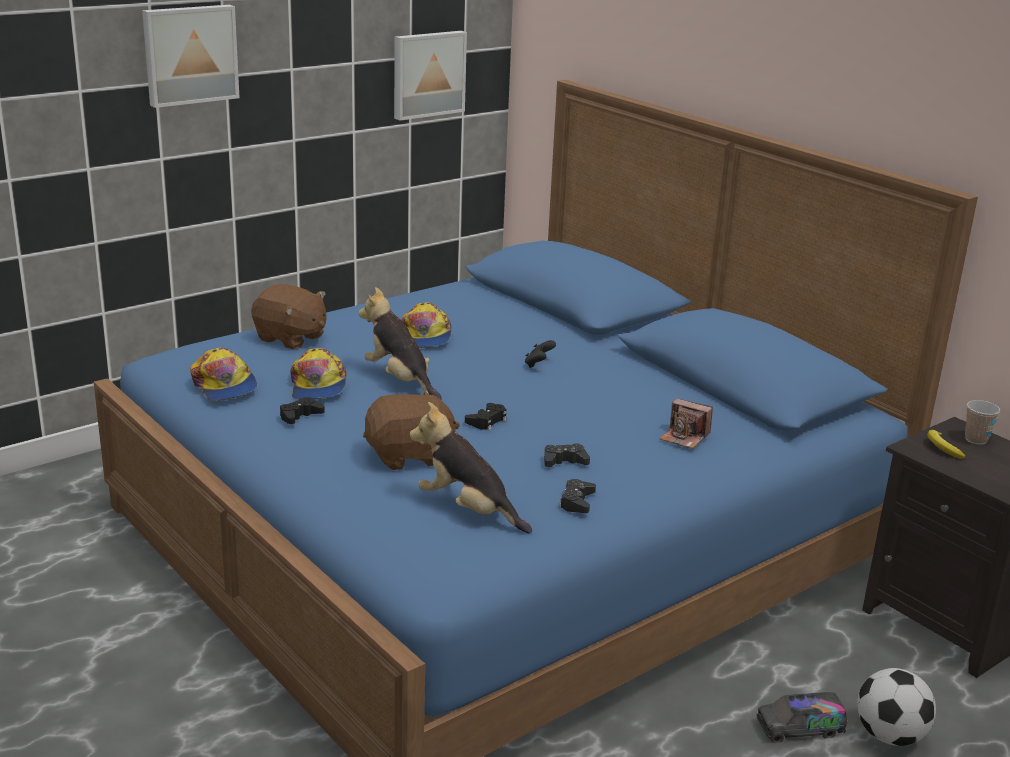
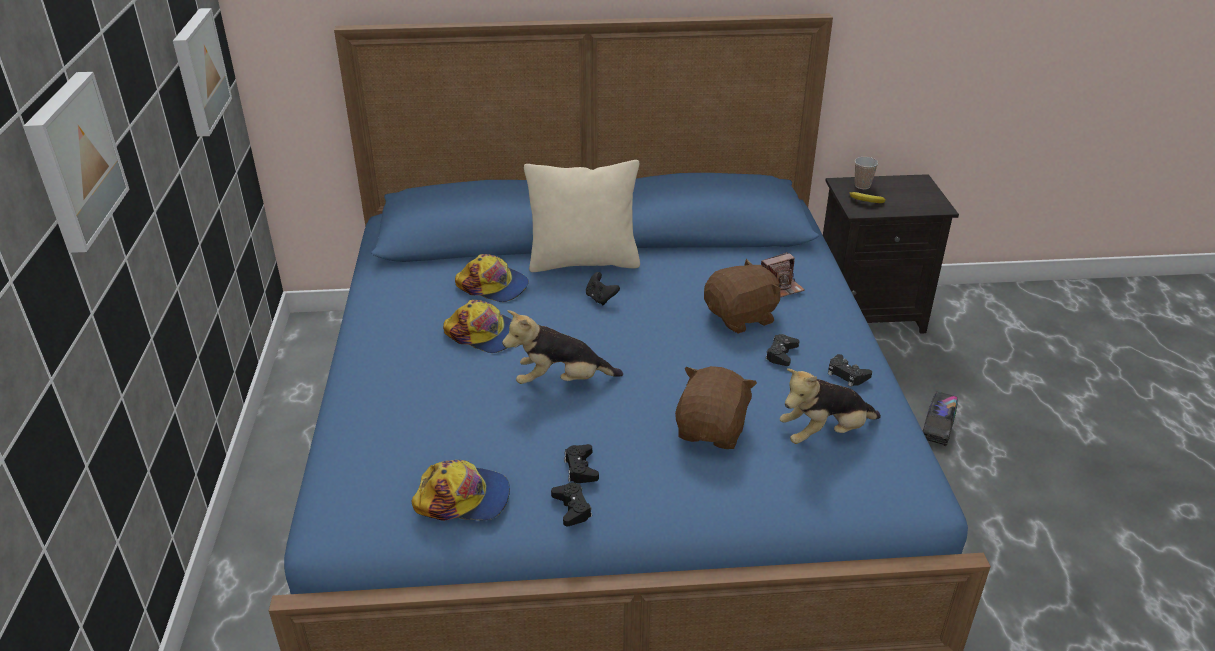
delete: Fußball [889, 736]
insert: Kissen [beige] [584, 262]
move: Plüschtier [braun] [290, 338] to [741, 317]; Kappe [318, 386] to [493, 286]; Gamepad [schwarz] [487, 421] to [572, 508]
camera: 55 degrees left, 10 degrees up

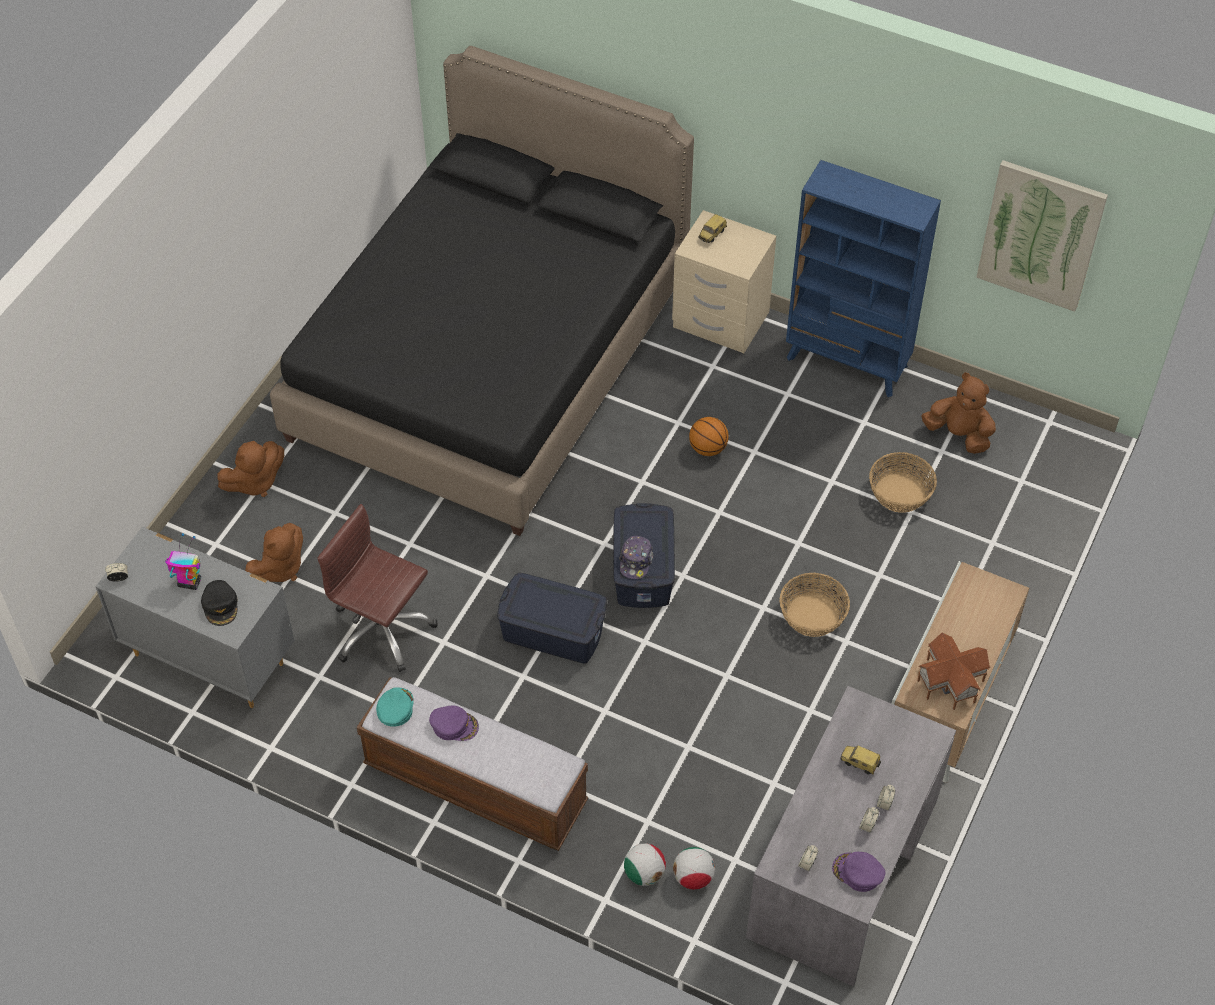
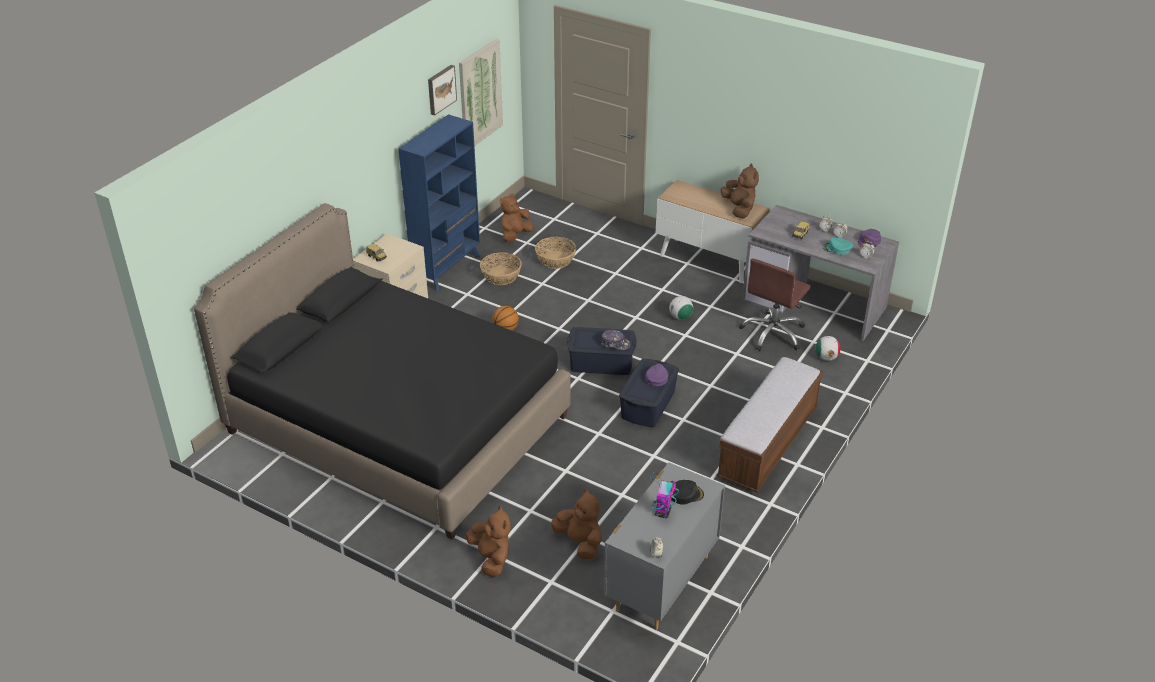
insert: Bild [440, 89]
move: Bürostuhl [braun] [382, 630] to [773, 333]; Kappe [türkis] [395, 708] to [837, 249]; Kappe [lila] [454, 725] to [656, 377]; Fußball [644, 874] to [680, 317]; Korb [812, 614] to [501, 276]
replace: Spielzeughaus [950, 682] to Plüschtier [braun] [739, 209]
camera: 85 degrees left, 15 degrees down

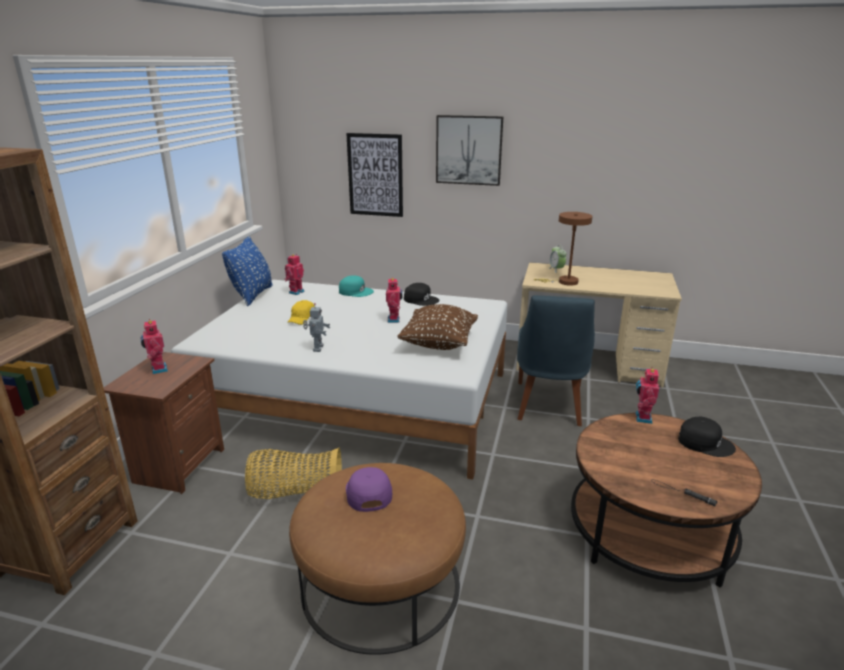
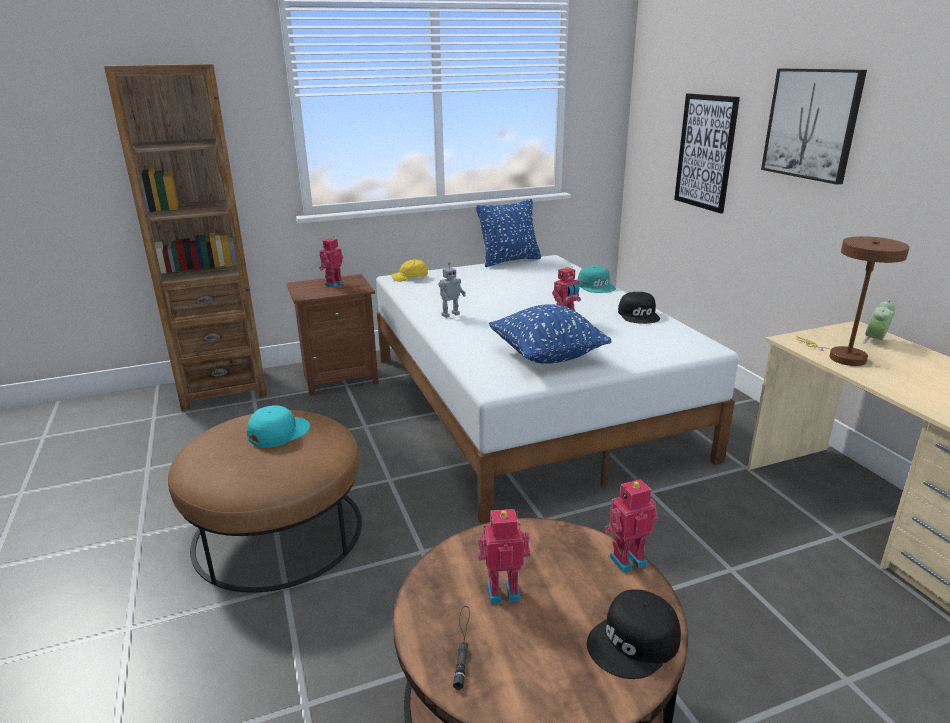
delete: Korb [295, 493]; Stuhl [blau] [548, 405]
move: Spielzeugroboter [295, 292] to [503, 590]; Kappe [gelb] [302, 318] to [410, 278]
recolor: Kappe [lila] [367, 492] to Kappe [türkis] [278, 432]; Kissen [braun] [439, 344] to Kissen [blau] [547, 356]
rotate: Kappe [schwarz] [705, 442] = [635, 642] 60 degrees clockwise
camera: 55 degrees right, 0 degrees up

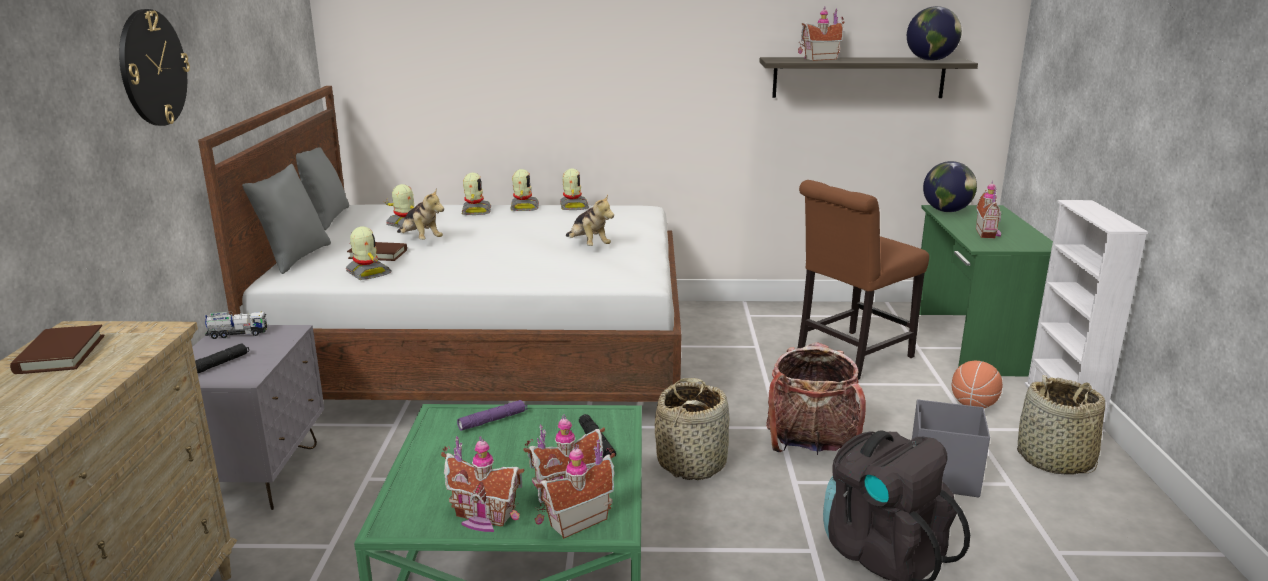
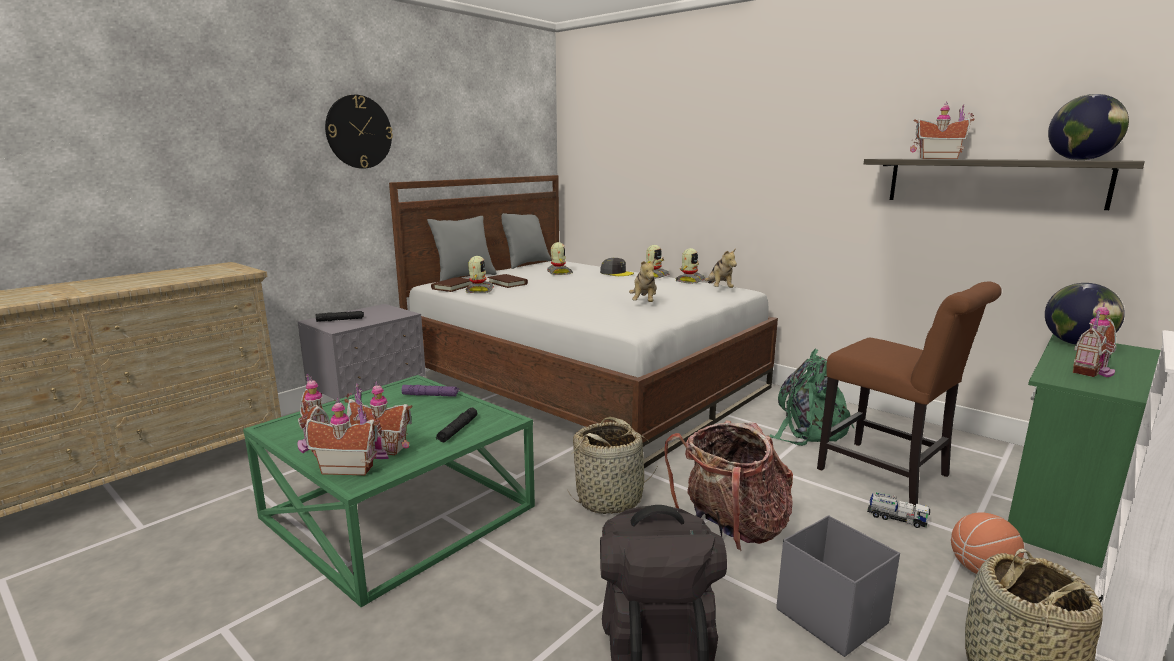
insert: Rucksack [grün] [808, 430]
move: Buch [braun] [60, 354] to [453, 287]; Spielzeuglaster [237, 334] to [896, 519]; Plüschtier [420, 240] to [719, 289]
replace: Spielzeugroboter [475, 211] to Kappe [grau] [616, 273]
rotate: Stuhl [braun] [850, 357] = [889, 475] 135 degrees counterclockwise
camera: 40 degrees right, 5 degrees down

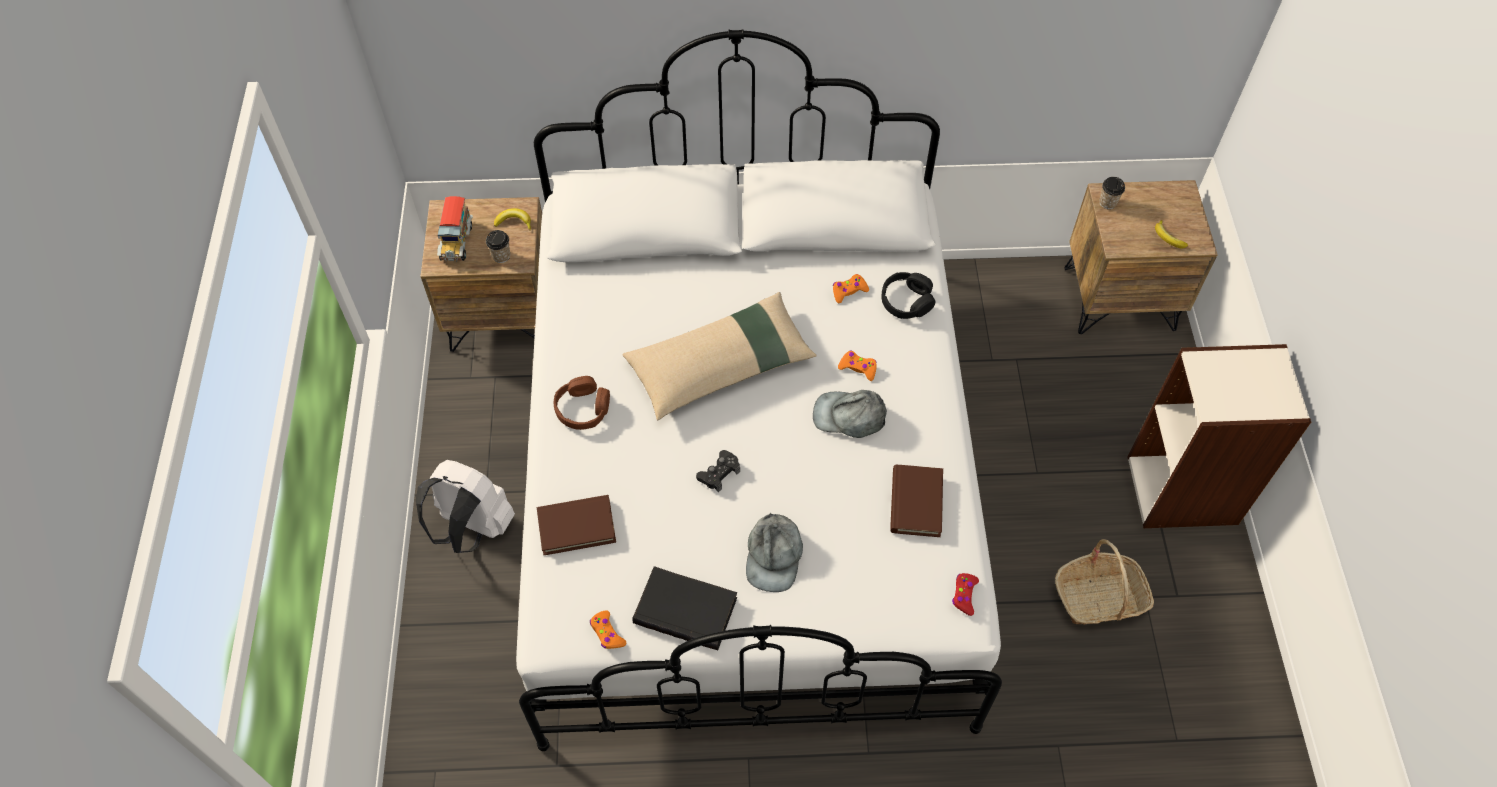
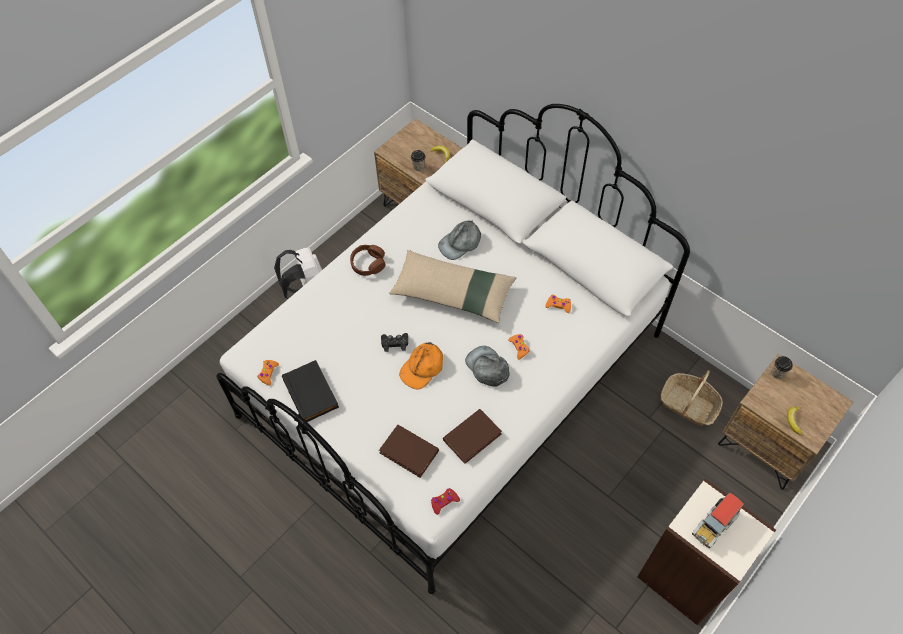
delete: Kopfhörer [schwarz] [906, 301]
insert: Kappe [orange] [422, 367]
move: Spielzeuglaster [456, 242] to [713, 525]; Buch [braun] [576, 526] to [409, 452]; Kappe [grau] [773, 555] to [460, 243]; Korb [1099, 597] to [688, 404]
camera: 45 degrees right, 0 degrees up

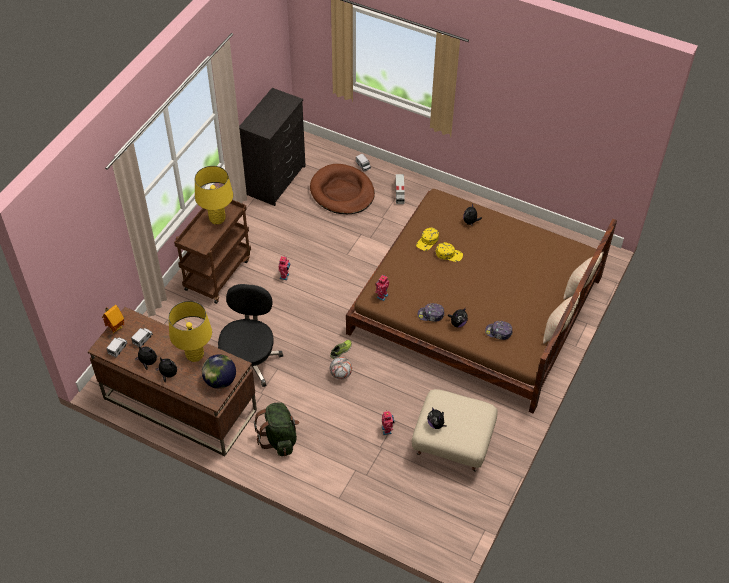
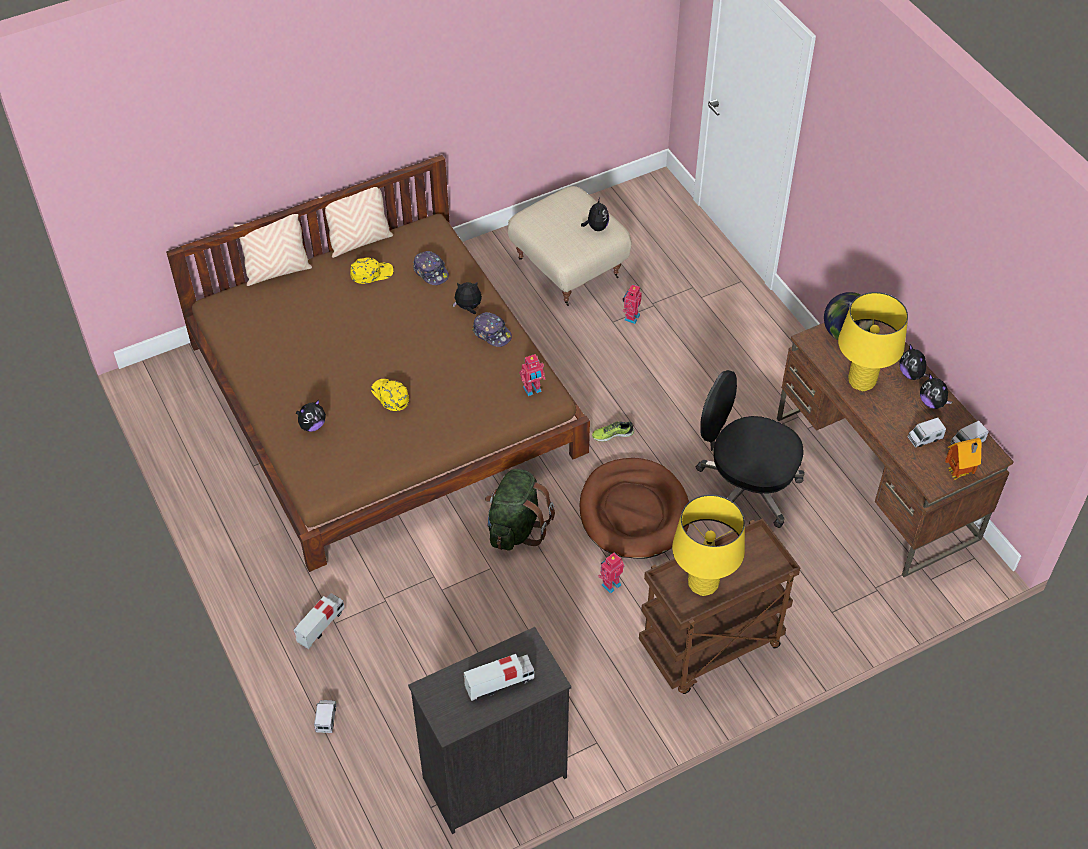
delete: Fußball [341, 374]
insert: Spielzeuglaster [500, 683]
move: Rucksack [grün] [279, 438] to [516, 528]; Hundebett [braun] [342, 192] to [634, 512]; Kappe [gelb] [427, 241] to [372, 273]
rotate: Bürostuhl [schwarz] [249, 360] = [745, 487] 75 degrees clockwise
camera: 145 degrees left, 0 degrees up

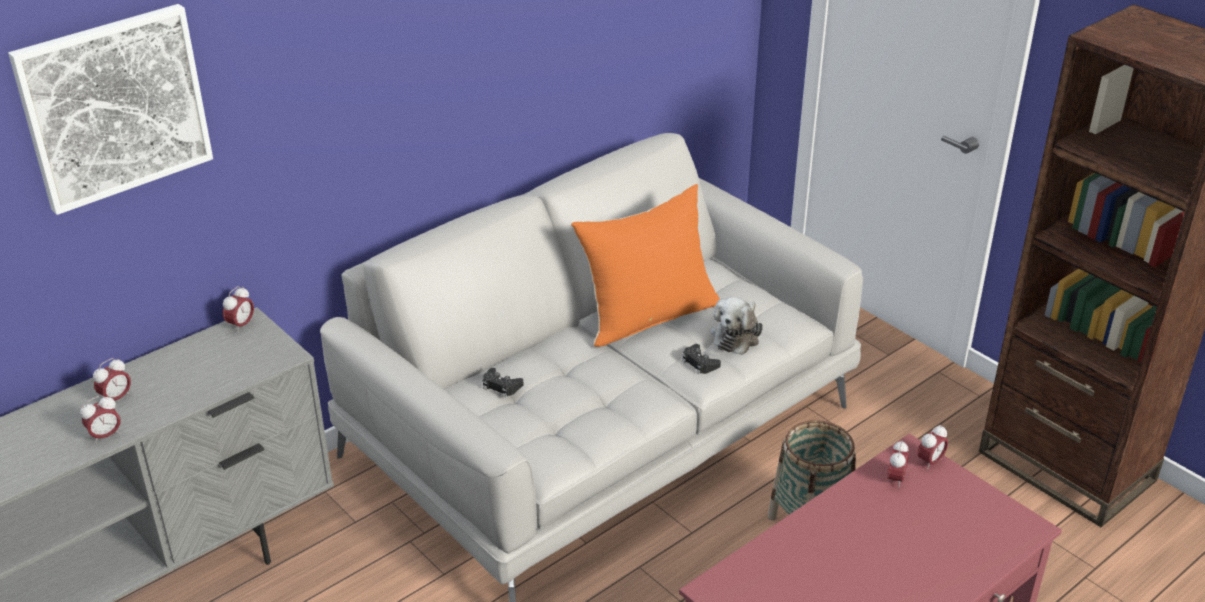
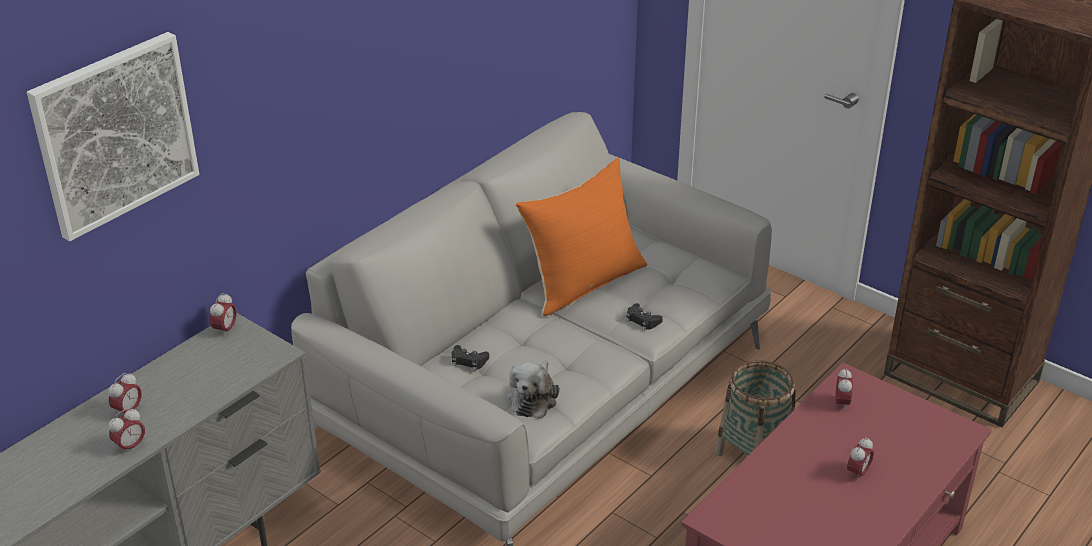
move: Plüschtier [737, 335] to [533, 398]; Wecker [930, 462] to [858, 473]
camera: 10 degrees left, 0 degrees up

